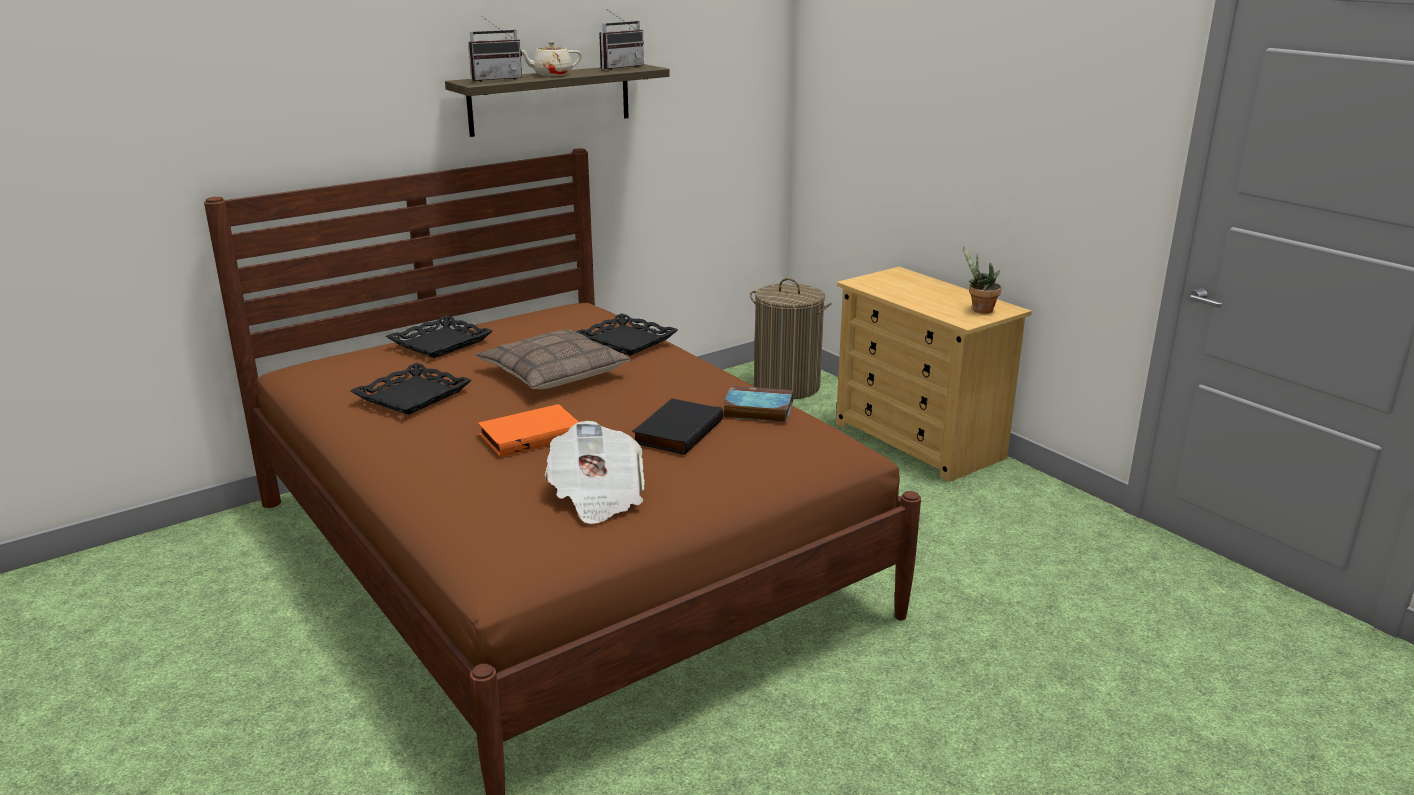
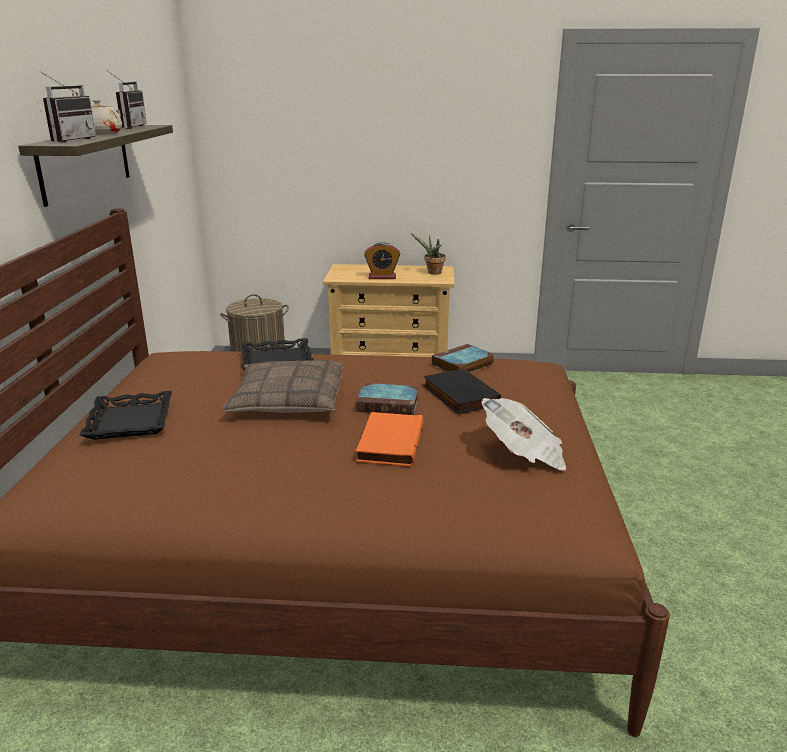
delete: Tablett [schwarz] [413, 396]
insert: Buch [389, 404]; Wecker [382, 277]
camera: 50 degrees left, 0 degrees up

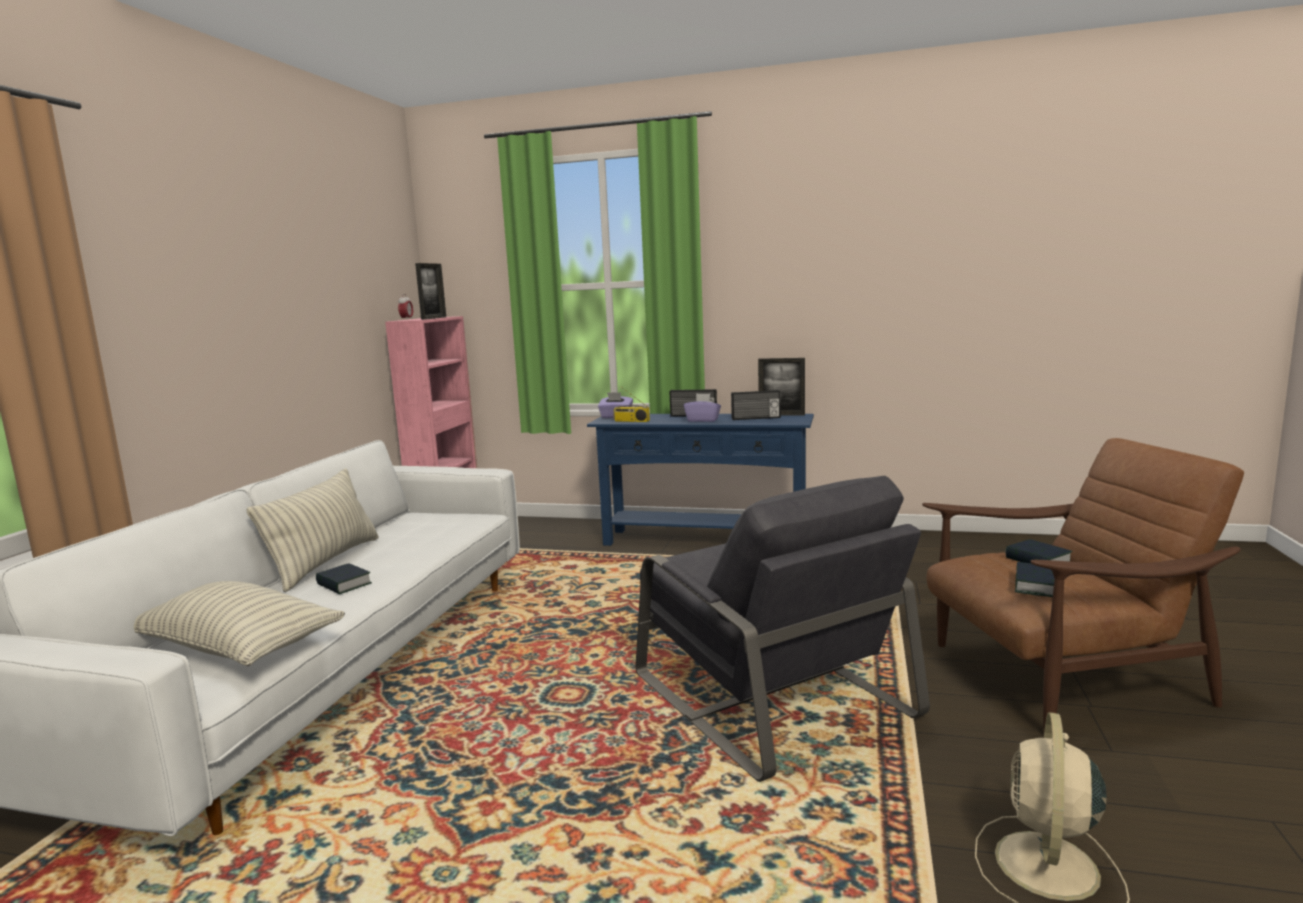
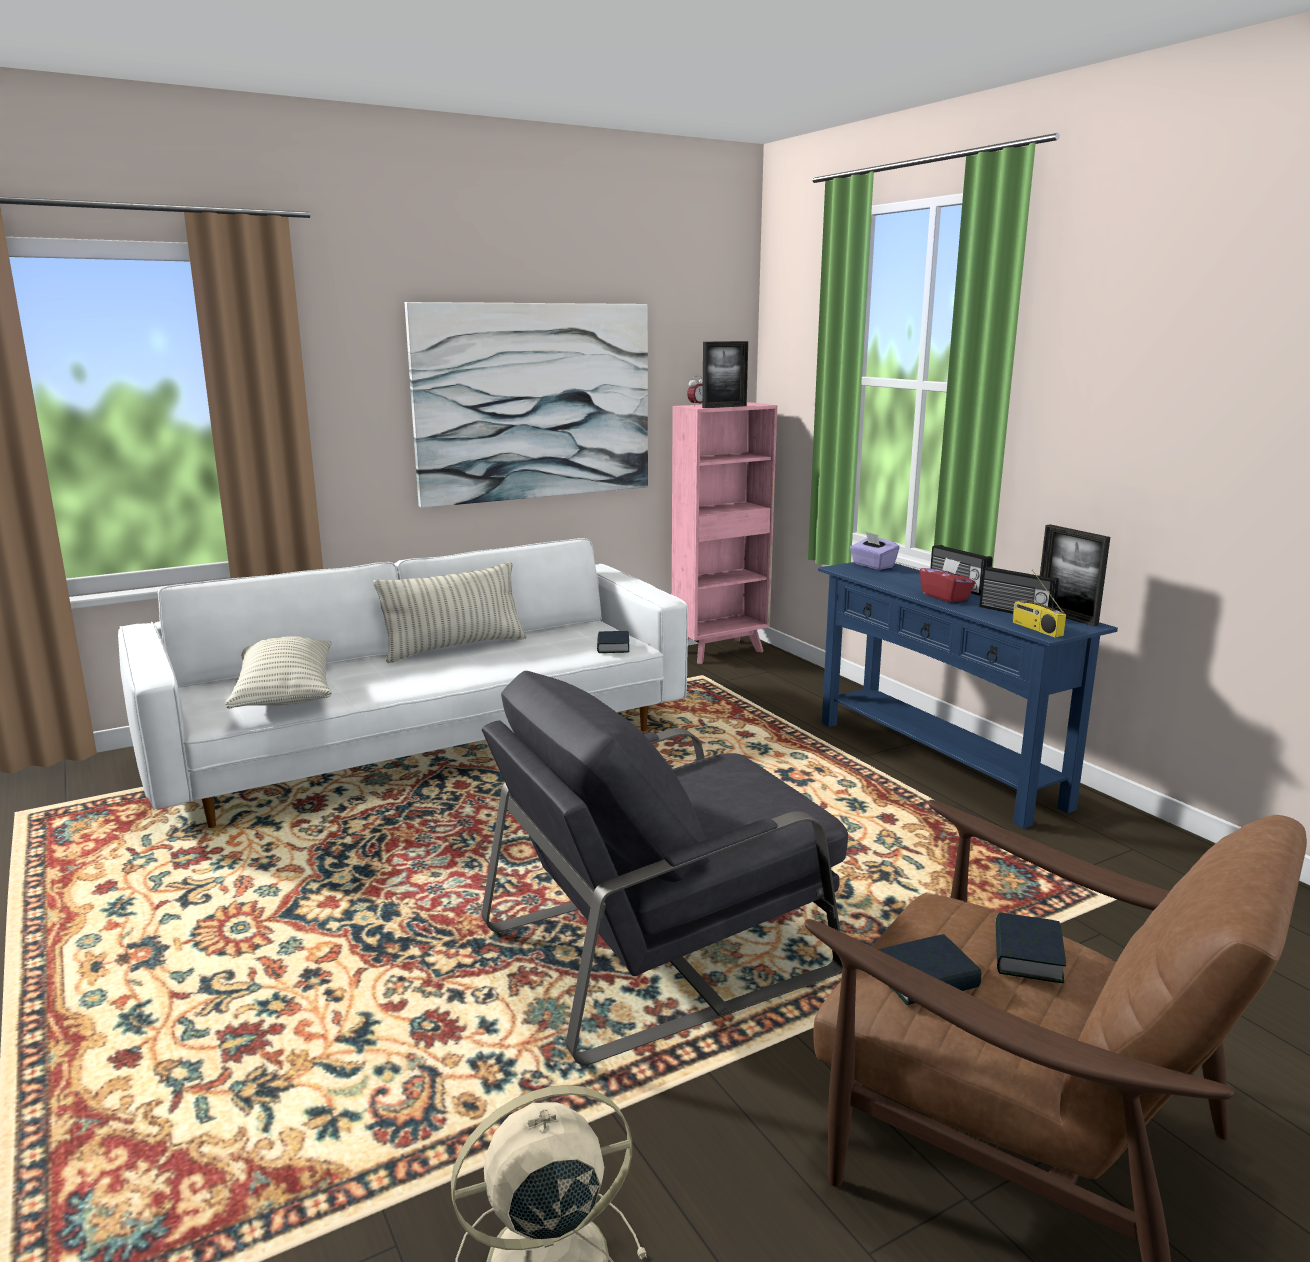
insert: Bild [534, 402]
move: Buch [344, 584] to [613, 647]; Radio [631, 421] to [1035, 629]
recolor: Taschentuchbox [lila] [703, 420] to Taschentuchbox [rot] [945, 597]
rotate: Sessel [grau] [768, 693] = [662, 948] 45 degrees clockwise
camera: 45 degrees right, 5 degrees up

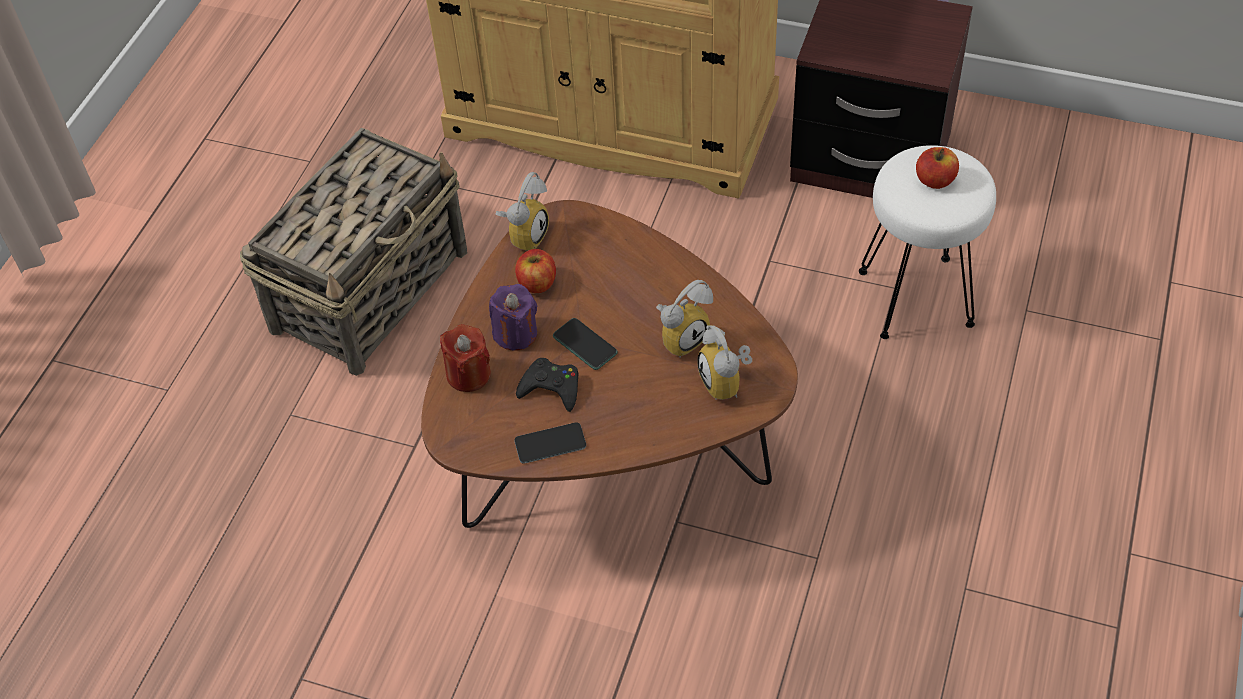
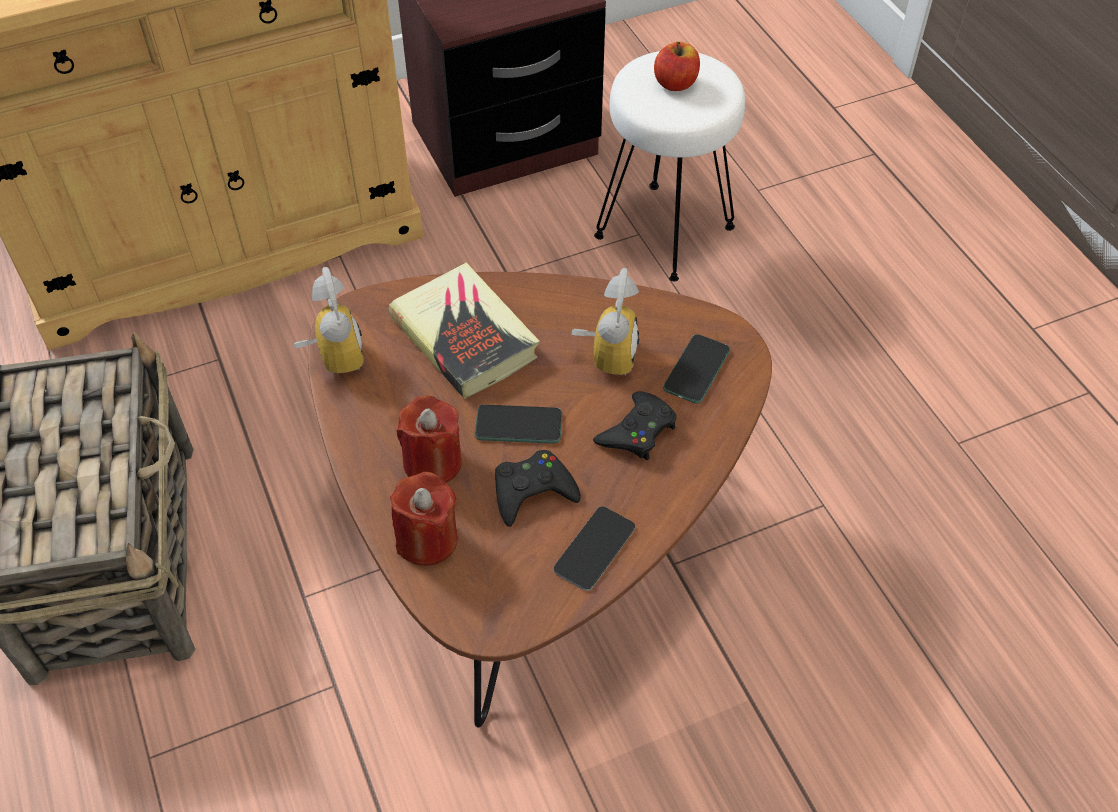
delete: Apfel [537, 283]
insert: Buch [464, 337]; Gamepad [schwarz] [637, 431]
replace: Wecker [727, 383] to Handy [696, 370]
recolor: Kerze [lila] [515, 334] to Kerze [rot] [432, 462]
camera: 45 degrees left, 0 degrees up

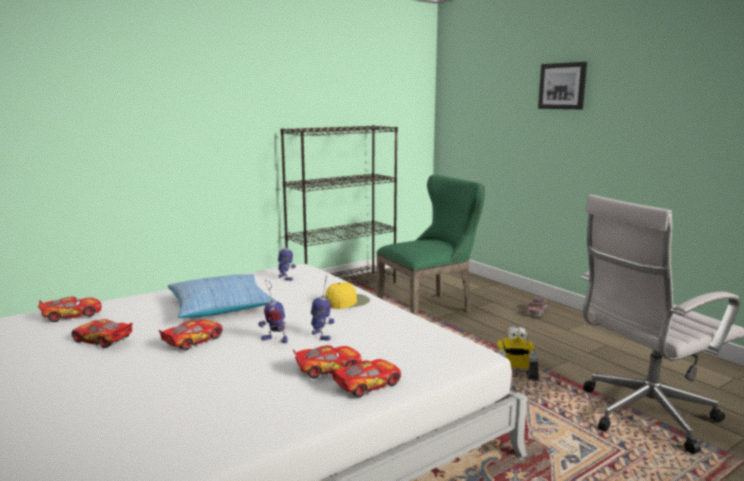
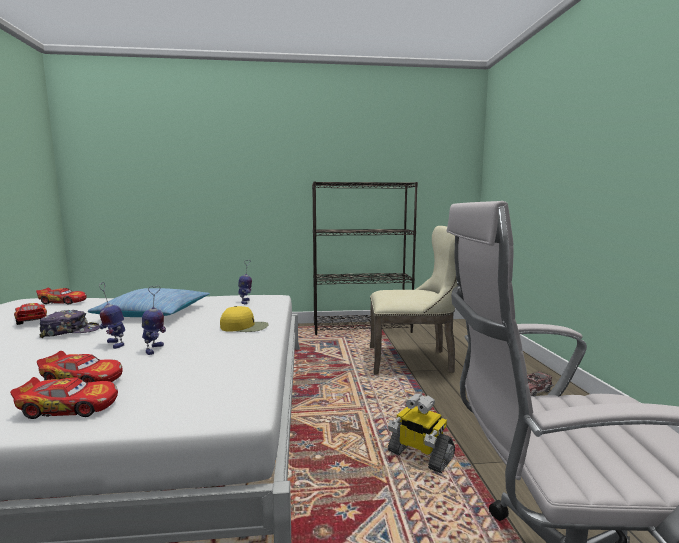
delete: Bild [562, 86]
replace: Spielzeugauto [192, 341] to Kappe [70, 332]
recolor: Stuhl [grün] [430, 308] to Stuhl [beige] [415, 360]
camera: 30 degrees right, 5 degrees down

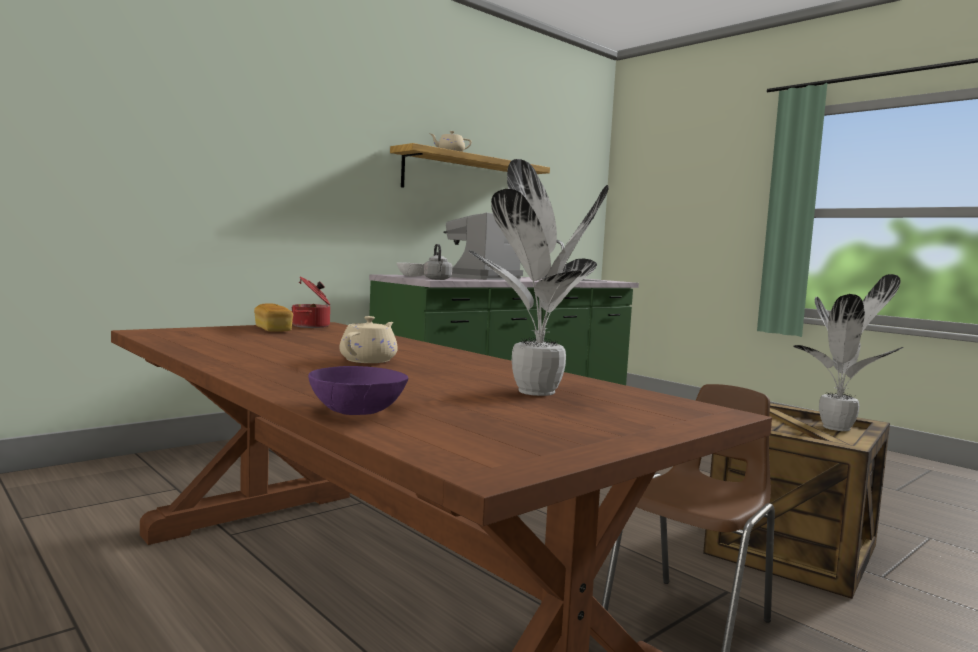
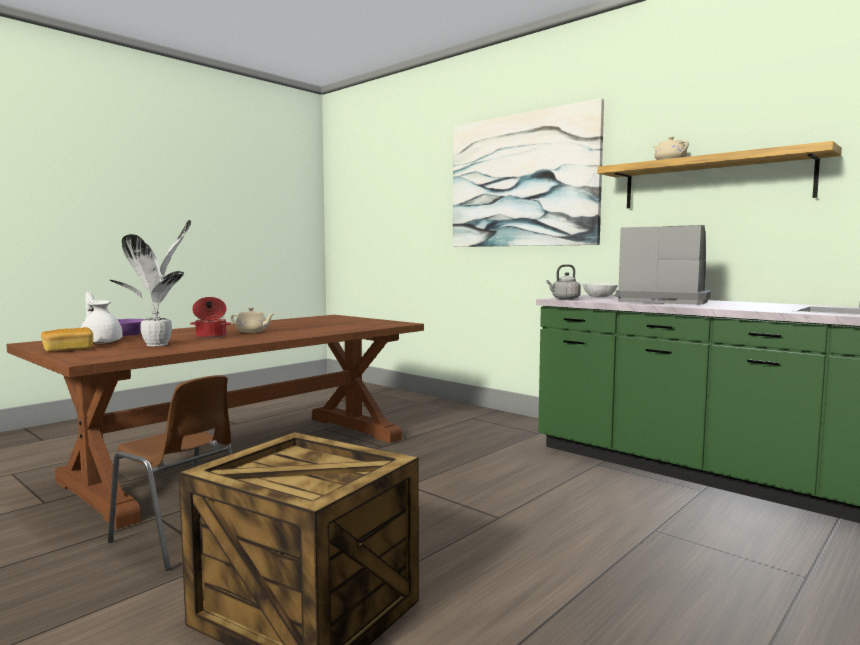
delete: Topfpflanze [839, 428]
insert: Teekanne [weiß] [101, 342]; Bild [522, 180]
move: Brot [273, 330] to [68, 350]; Kochtopf [312, 326] to [210, 336]
camera: 85 degrees right, 0 degrees up

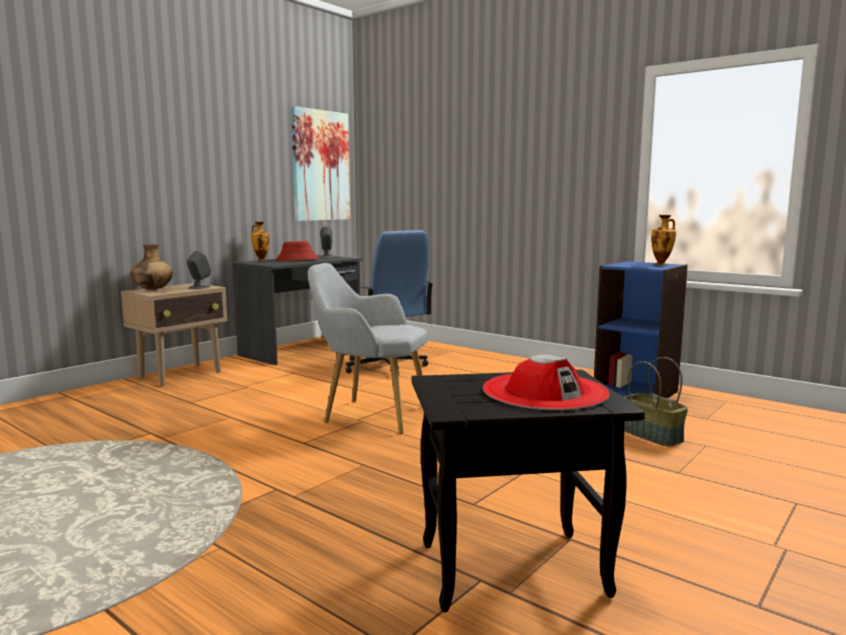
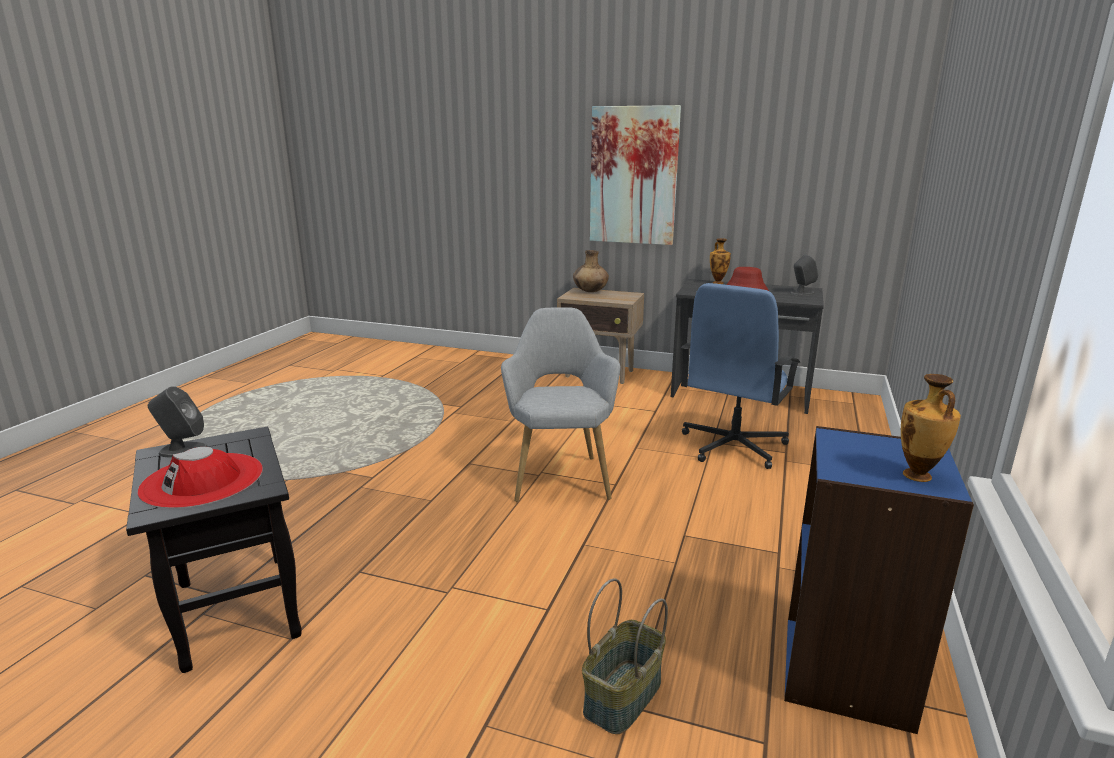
move: Lautsprecher [grau] [199, 287] to [182, 450]; Bild [320, 166] to [633, 176]
camera: 70 degrees right, 10 degrees up

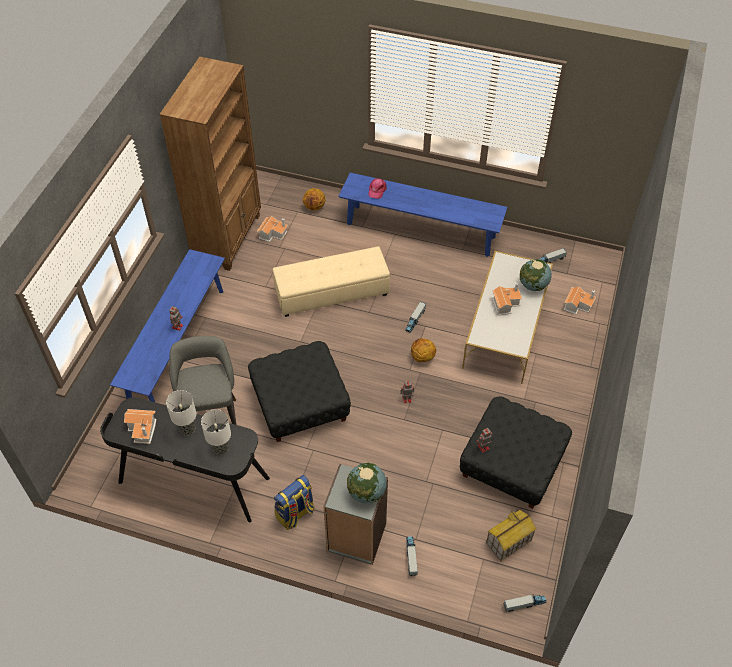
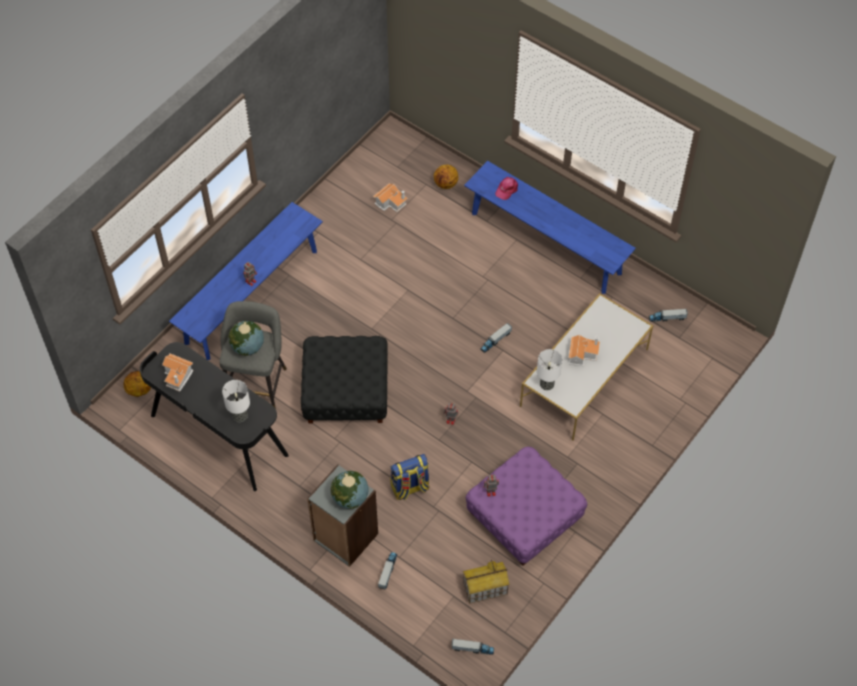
delete: Bücherregal [braun] [228, 237]; Polsterhocker [beige] [331, 292]; Spielzeughaus [578, 304]
move: Tischlampe [187, 429] to [546, 384]; Rucksack [295, 514] to [410, 487]; Basketball [422, 357] to [139, 390]; Globus [533, 285] to [247, 347]
recolor: Polsterhocker [schwarz] [512, 463] to Polsterhocker [lila] [524, 516]
camera: 20 degrees right, 5 degrees up

